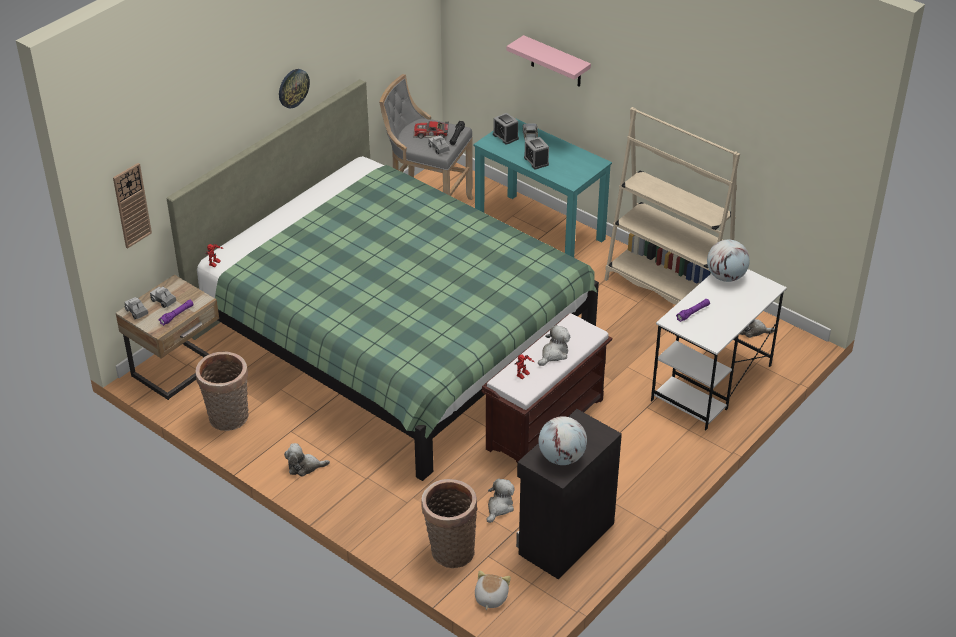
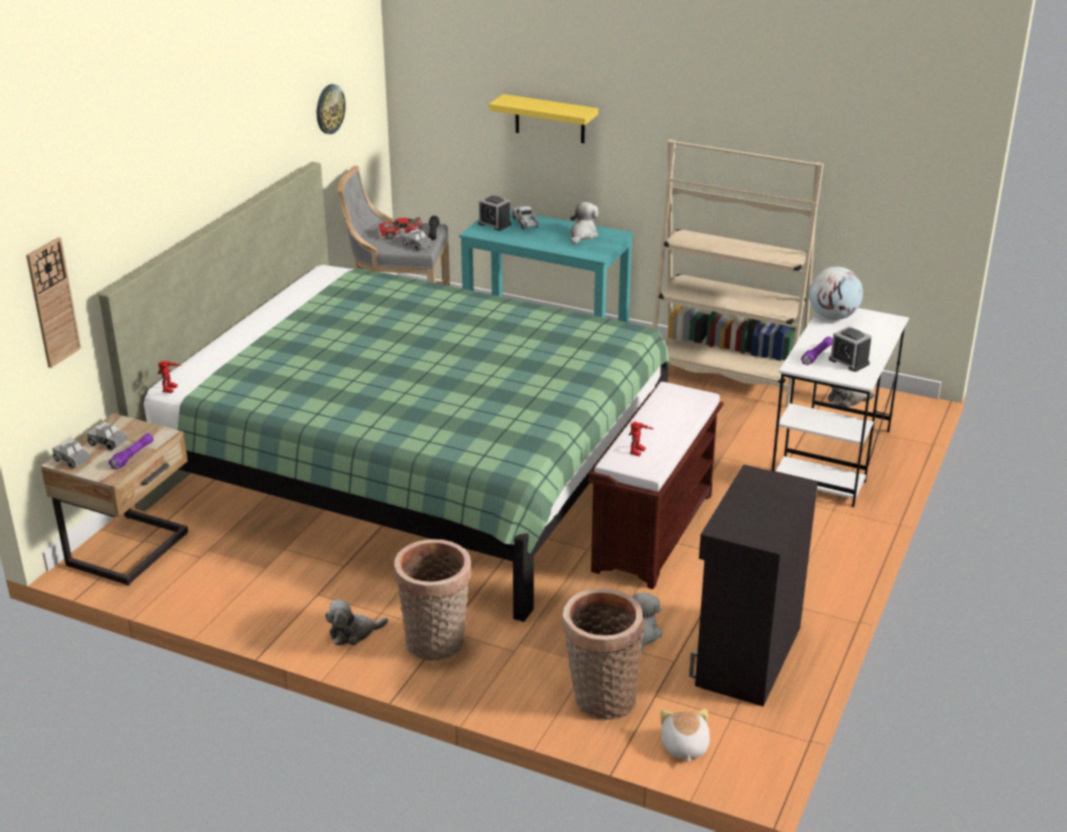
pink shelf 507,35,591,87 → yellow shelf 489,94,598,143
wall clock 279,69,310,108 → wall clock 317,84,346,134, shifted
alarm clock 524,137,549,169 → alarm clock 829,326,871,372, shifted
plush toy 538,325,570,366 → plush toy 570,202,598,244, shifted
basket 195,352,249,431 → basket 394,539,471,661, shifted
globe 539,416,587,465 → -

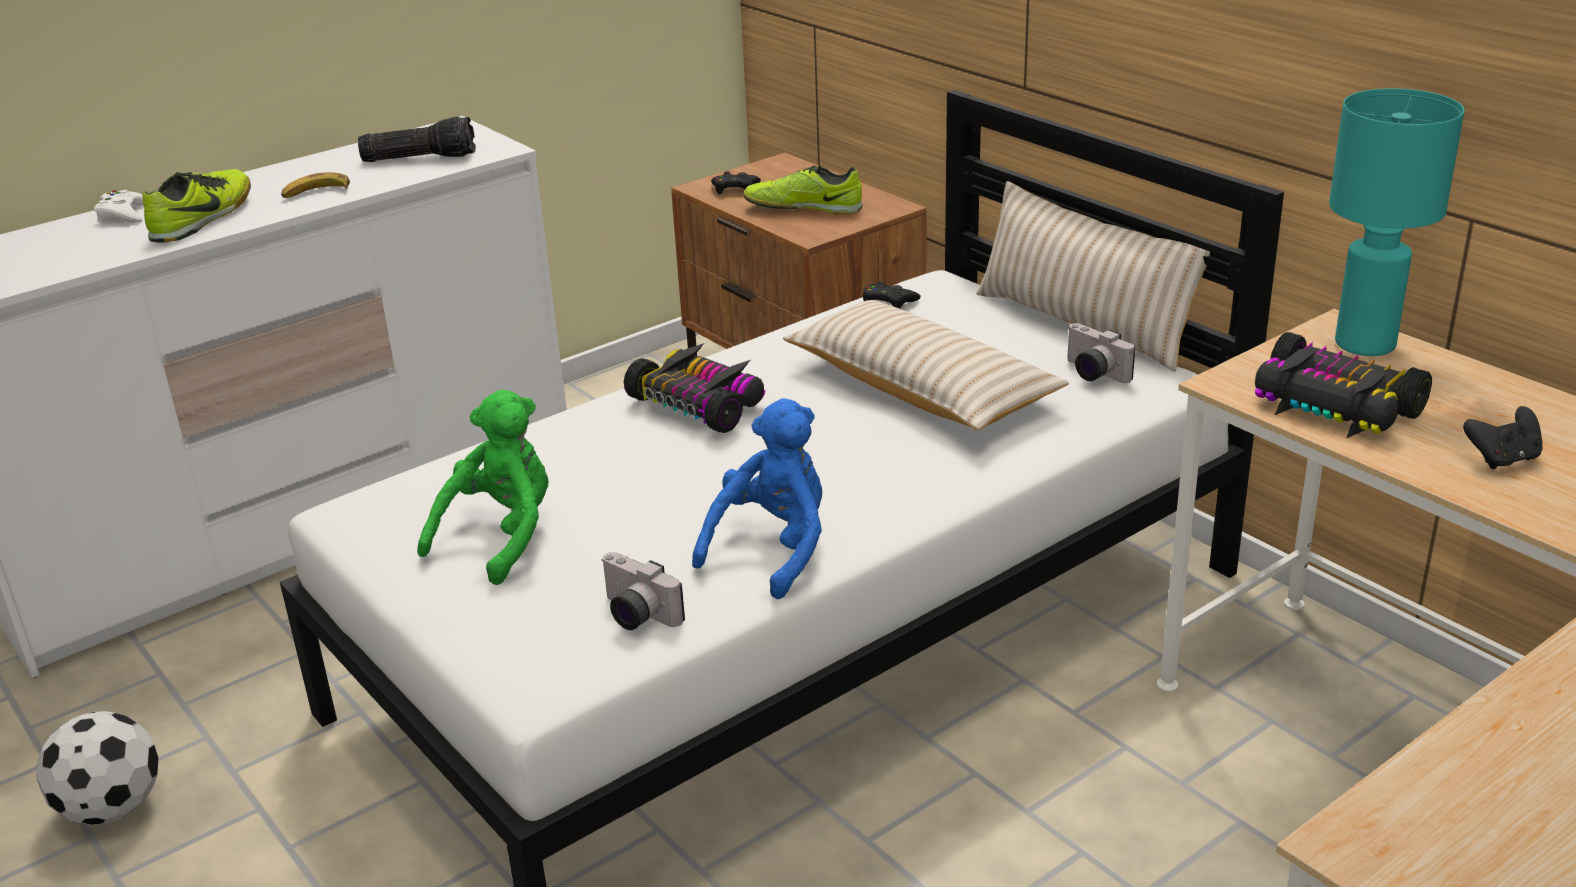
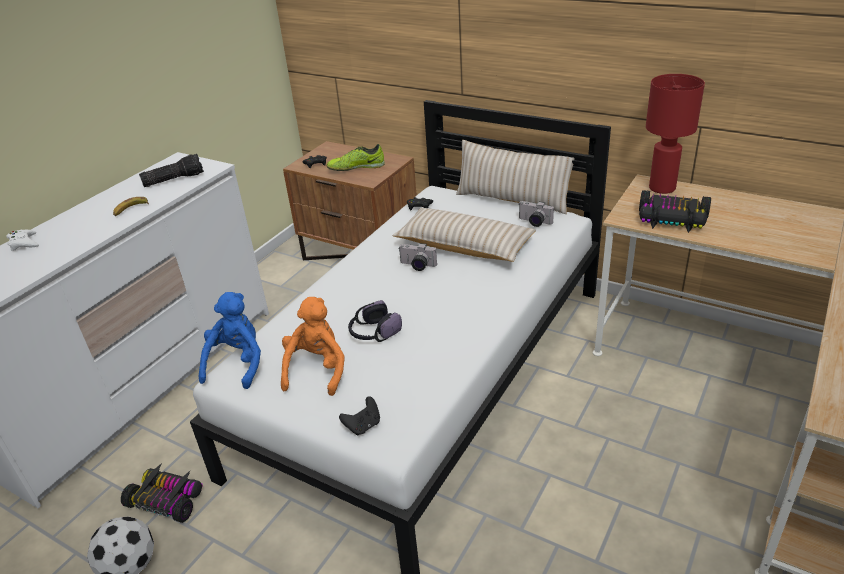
turquoise table lamp 1329,88,1465,356 → red table lamp 646,74,705,194
shoe 142,169,251,243 → -
toy car 624,343,765,433 → toy car 121,463,203,523, shifted
green plush toy 417,389,549,585 → orange plush toy 281,297,345,396
blue plush toy 692,398,822,599 → blue plush toy 199,292,261,389, shifted
black game controller 1463,406,1543,469 → black game controller 339,396,380,436, shifted
photo camera 601,552,685,630 → photo camera 398,243,437,271, shifted
- → headphones 348,300,402,342

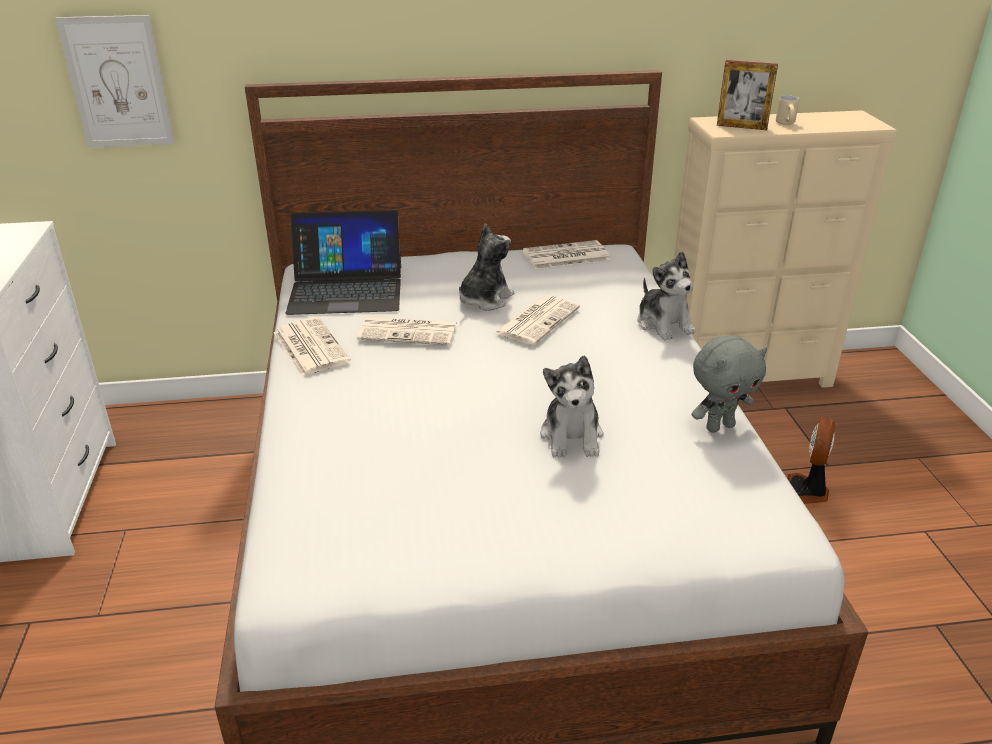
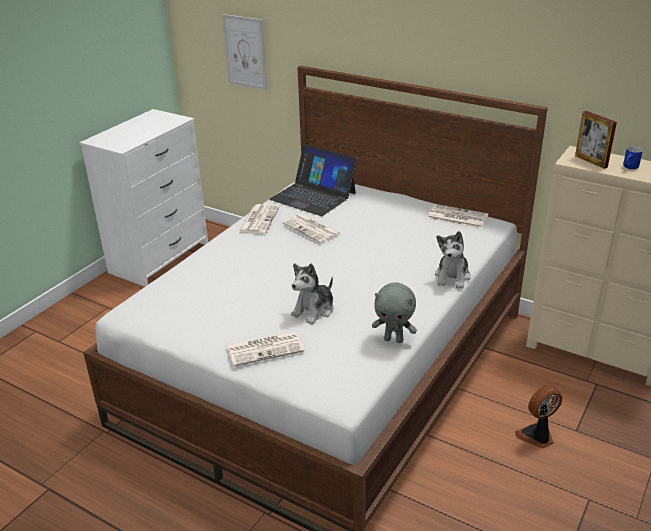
beige mug 776,96,799,125 → blue mug 623,146,643,169
plush toy 459,223,514,311 → -
newspaper 494,295,580,345 → newspaper 227,331,304,366, shifted

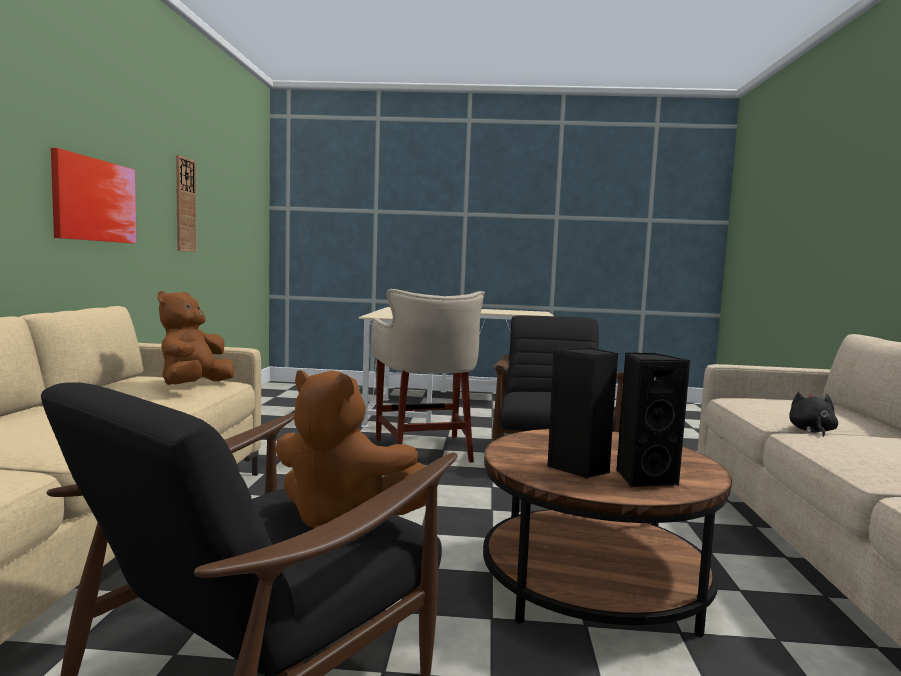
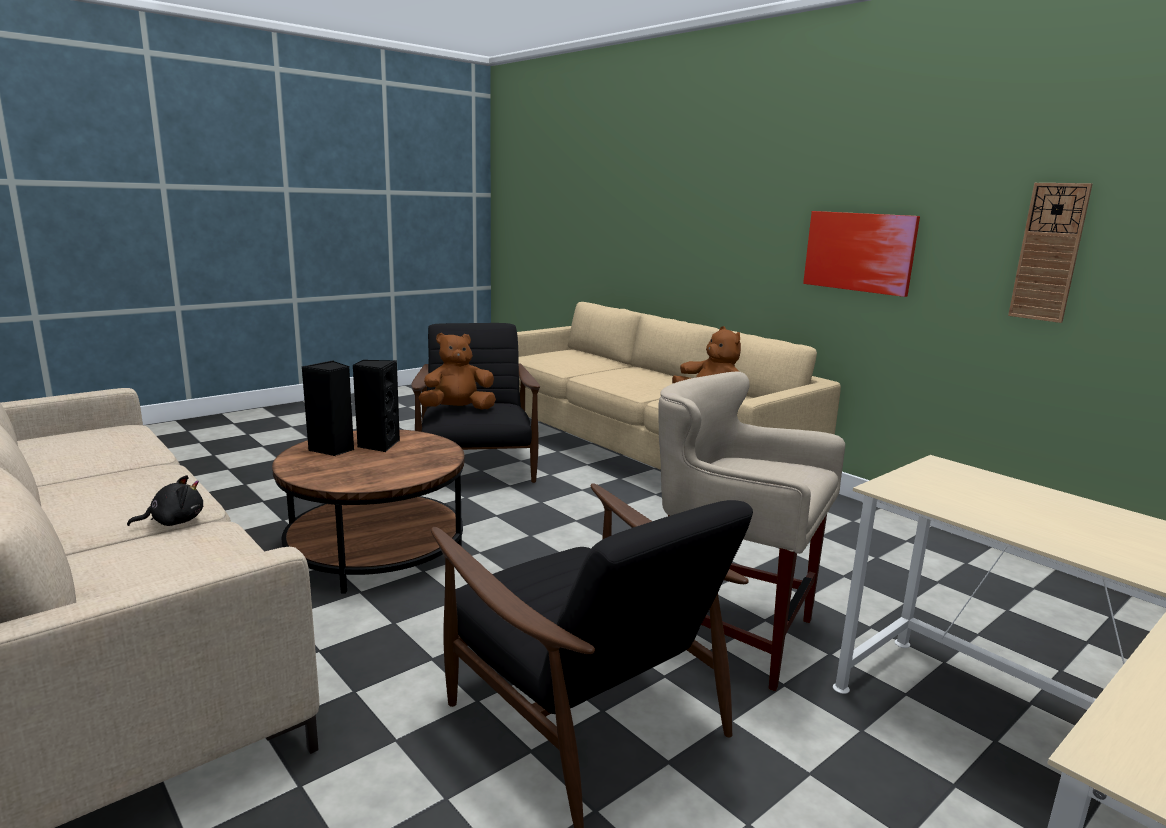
black plush toy 789,392,838,437 → black plush toy 127,475,203,526, 90 degrees counterclockwise

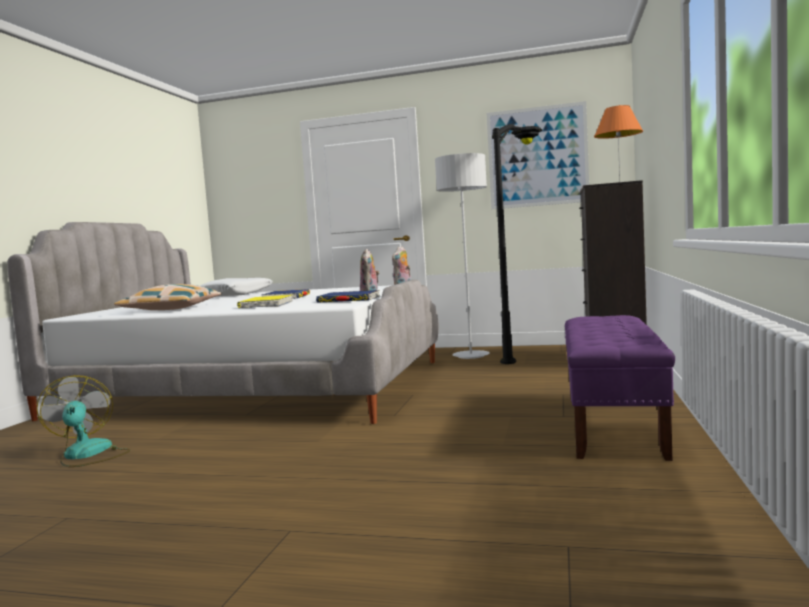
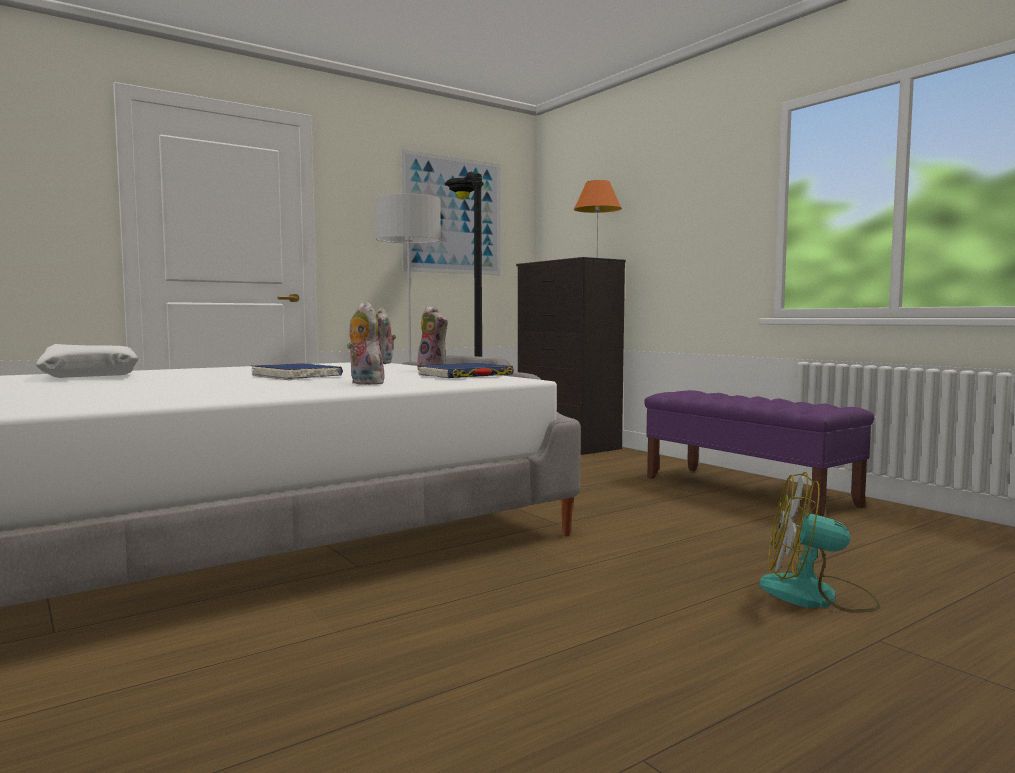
pillow 114,284,221,310 → -
yellow book 237,295,293,308 → plush toy 347,302,385,385
fan 36,375,130,467 → fan 759,472,880,613, shifted

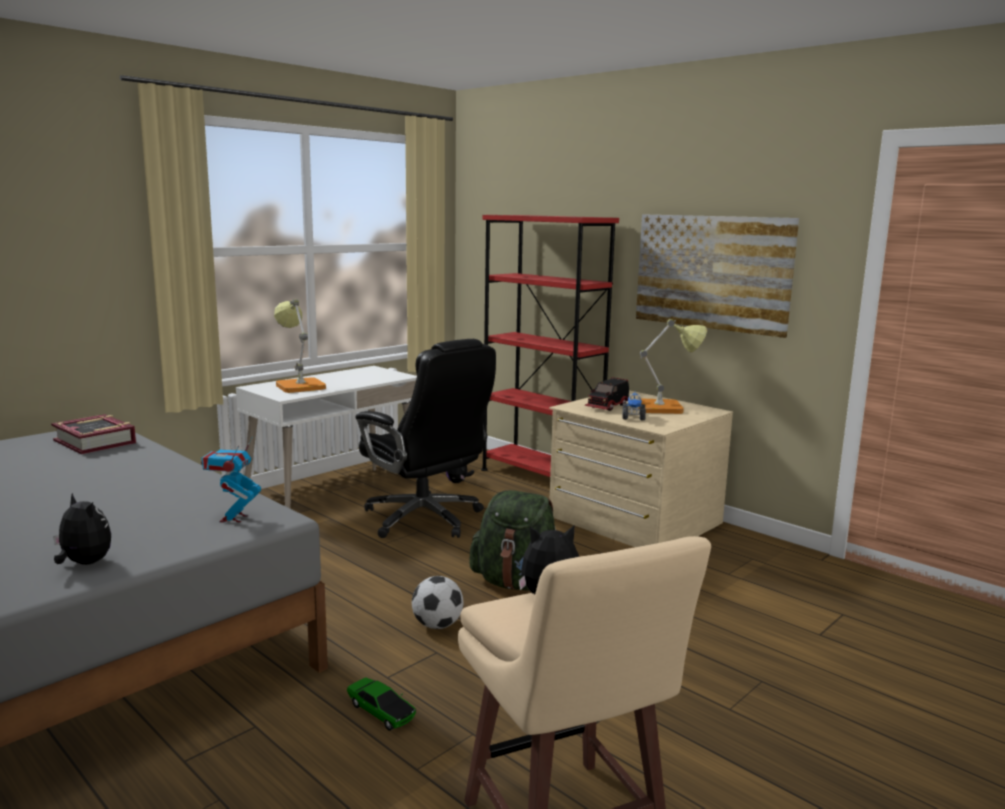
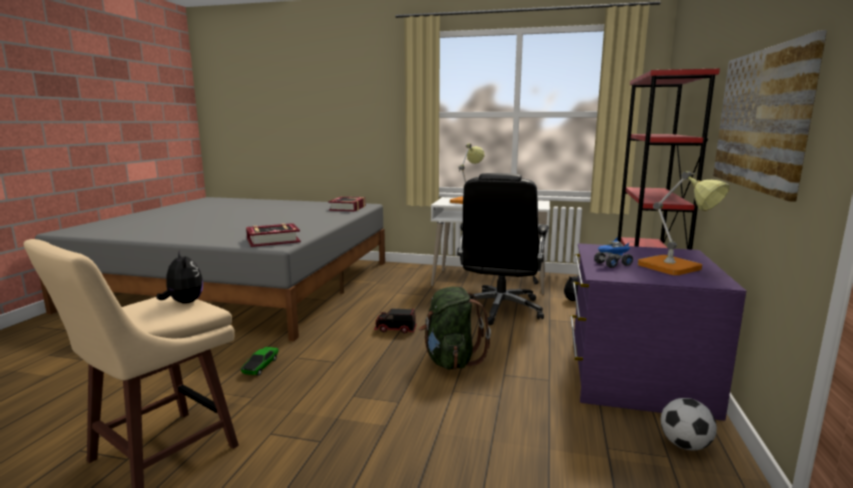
toy truck 584,377,629,411 → toy truck 374,308,417,334, shifted
beige dresser 549,390,733,547 → purple dresser 570,243,747,421
toy robot 201,436,261,523 → book 246,223,301,247
plush toy 53,493,111,565 → -
football 412,576,463,629 → football 661,398,717,451, shifted

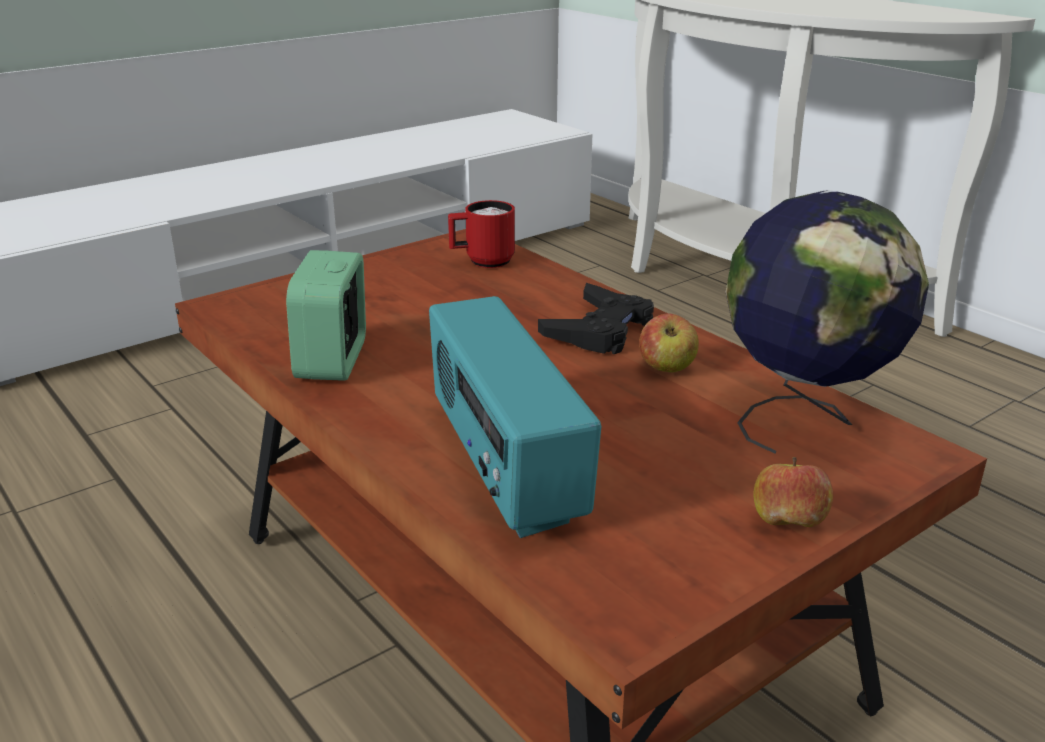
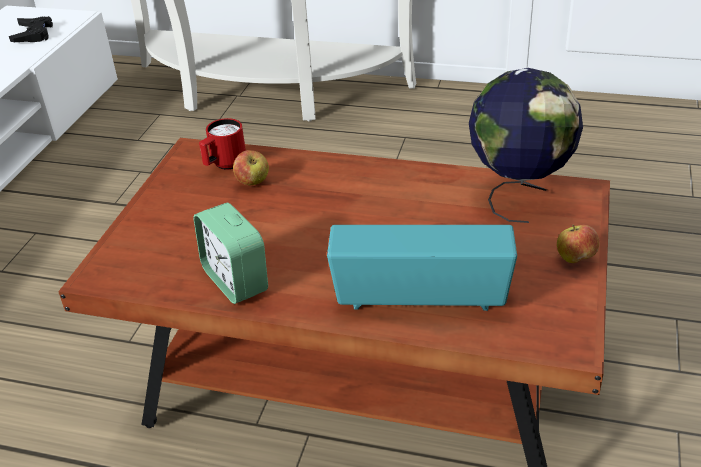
black game controller 538,283,654,354 → black game controller 9,16,53,42, shifted
radio 429,296,601,538 → radio 327,225,517,311, 150 degrees clockwise
apple 639,313,699,372 → apple 233,150,269,185, shifted

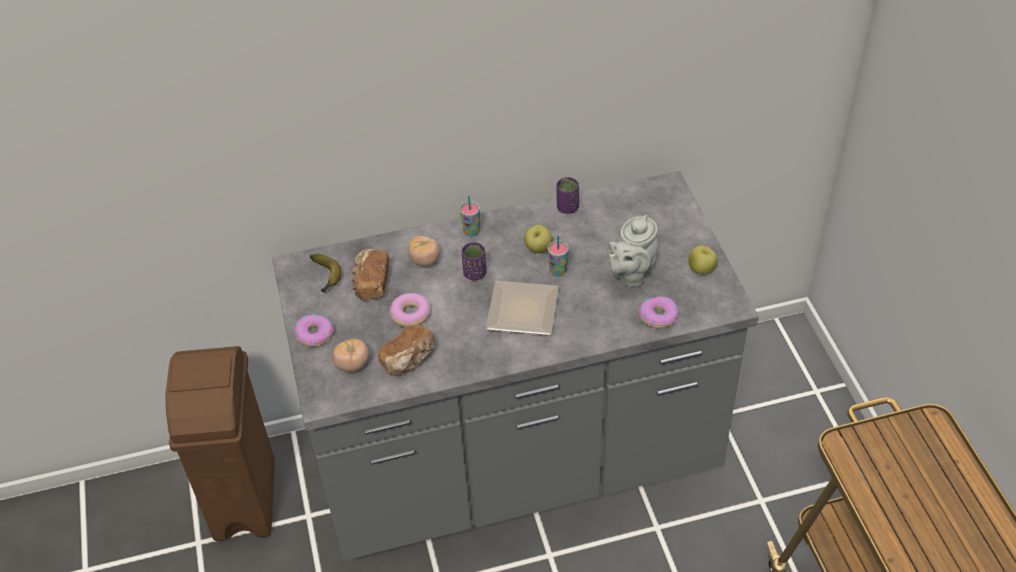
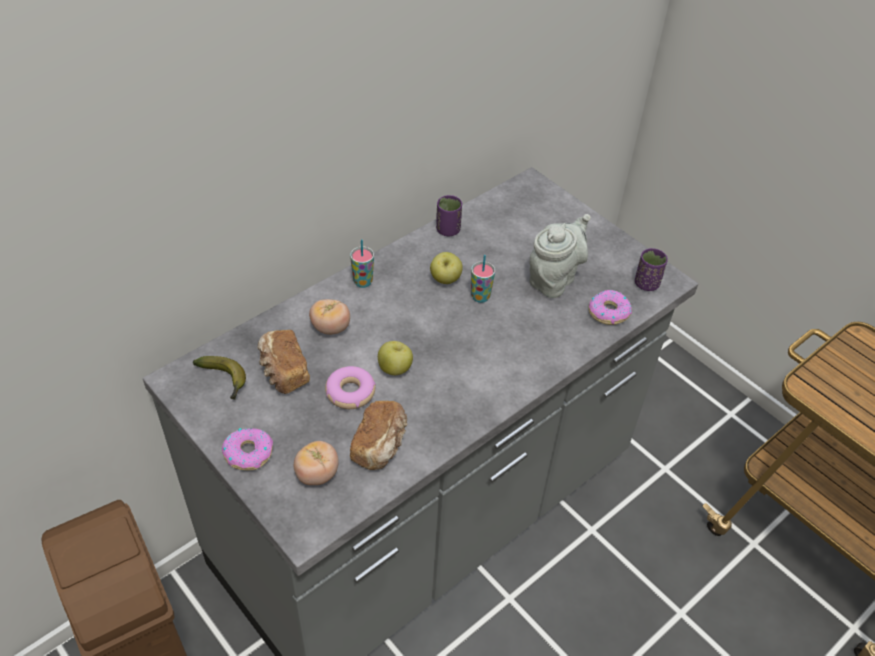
grey teapot 607,215,658,288 → grey teapot 529,214,591,298, 150 degrees counterclockwise
purple cup 462,242,486,280 → purple cup 635,248,668,291, shifted
apple 688,245,718,274 → apple 378,341,413,375, shifted
plate 486,281,559,335 → -

